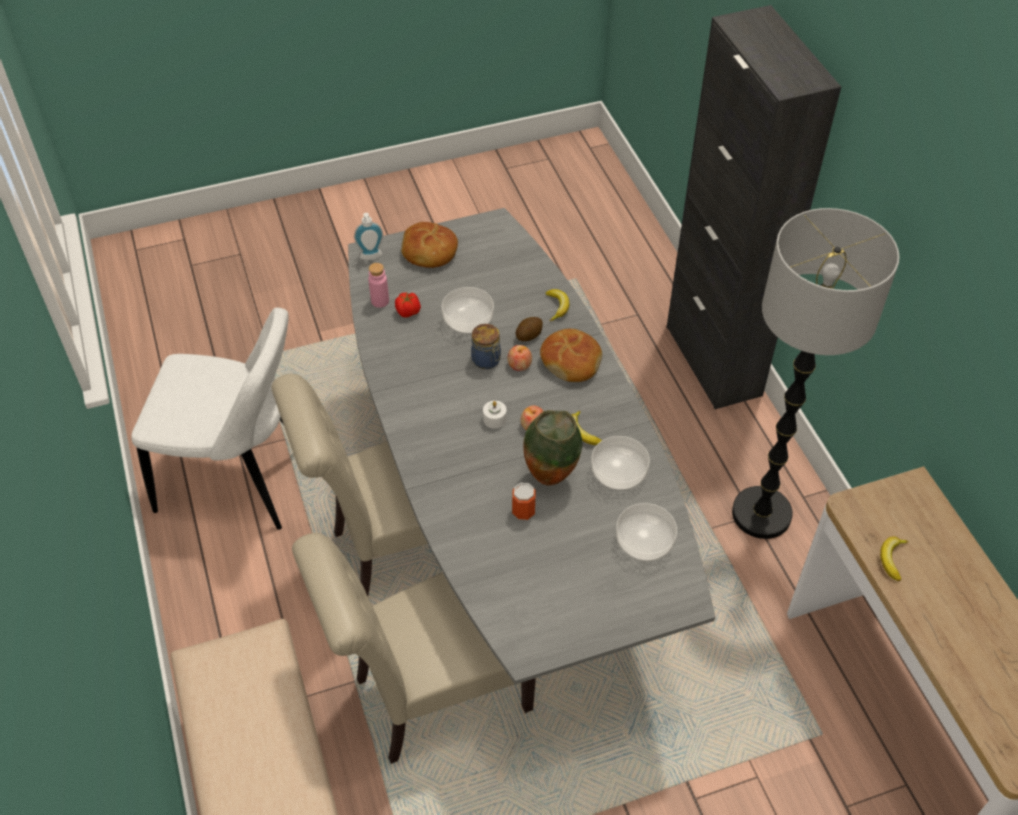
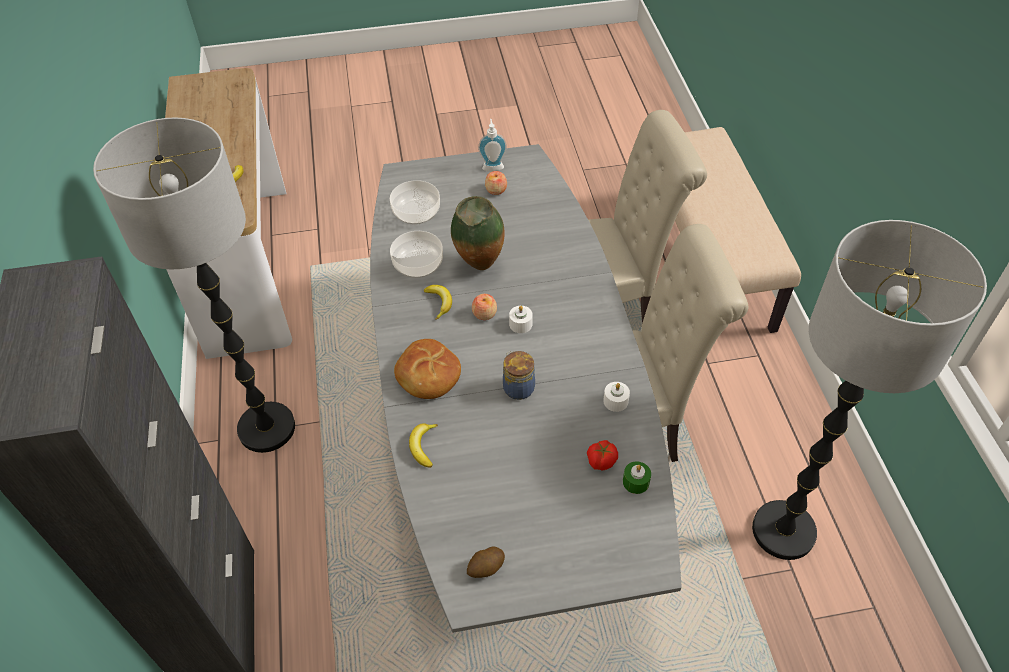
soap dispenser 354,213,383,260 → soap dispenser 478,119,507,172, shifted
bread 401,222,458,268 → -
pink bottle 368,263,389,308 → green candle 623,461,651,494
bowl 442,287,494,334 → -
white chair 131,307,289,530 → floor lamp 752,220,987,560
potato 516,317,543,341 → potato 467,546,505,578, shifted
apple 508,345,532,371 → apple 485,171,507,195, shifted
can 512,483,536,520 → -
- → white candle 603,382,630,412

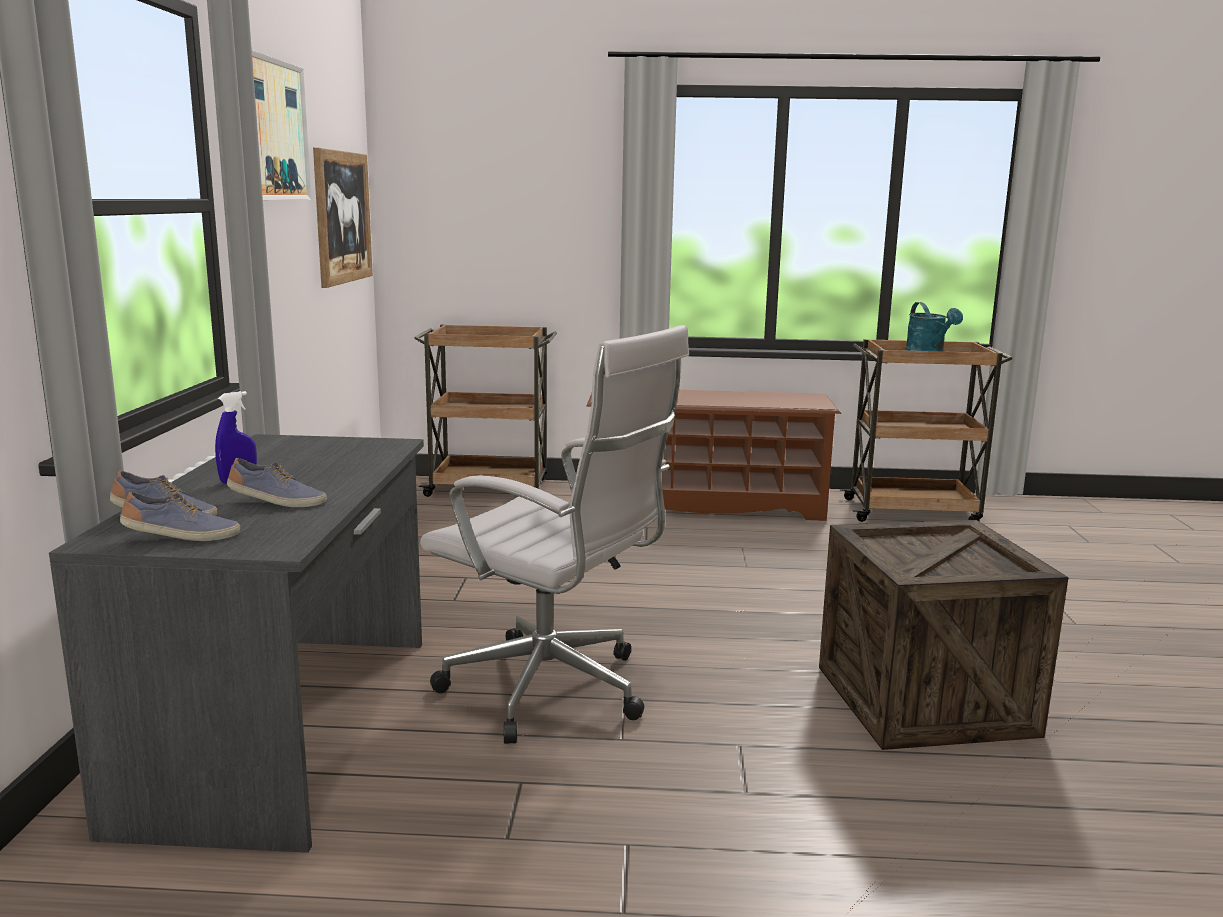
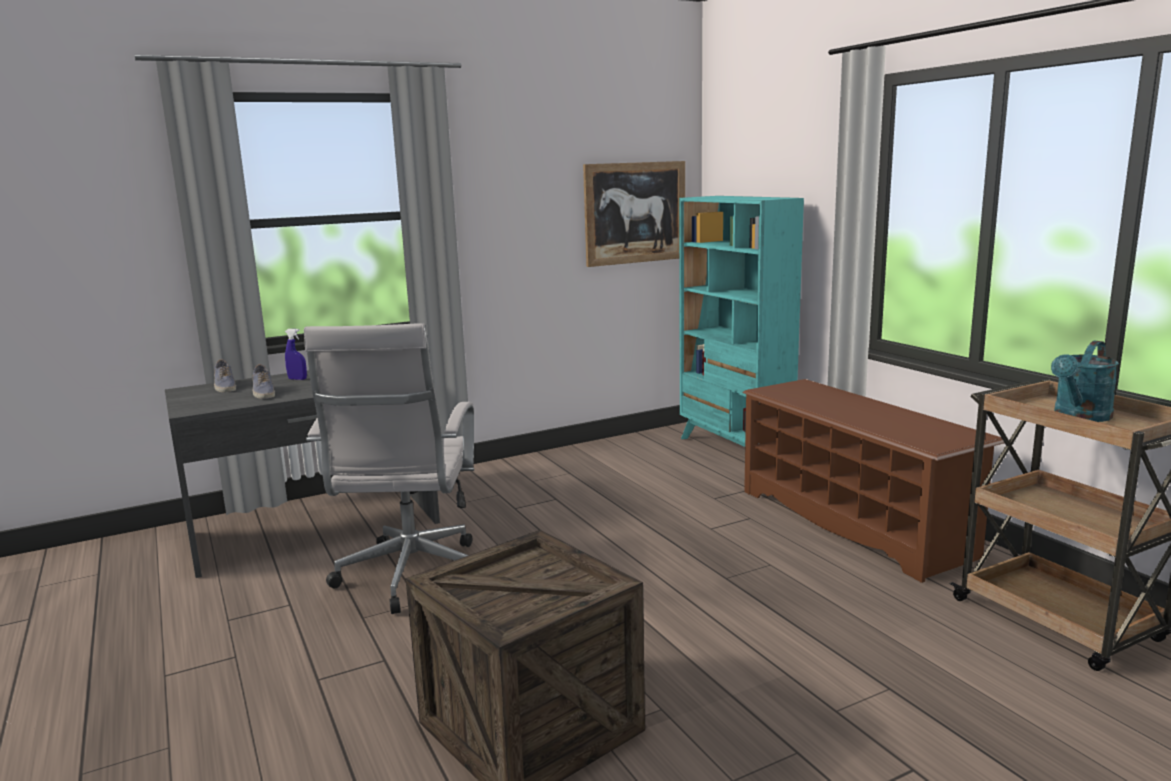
picture 252,50,311,200 → -
brown cart 414,324,557,497 → turquoise bookcase 679,196,804,447
shoe 120,491,240,541 → -

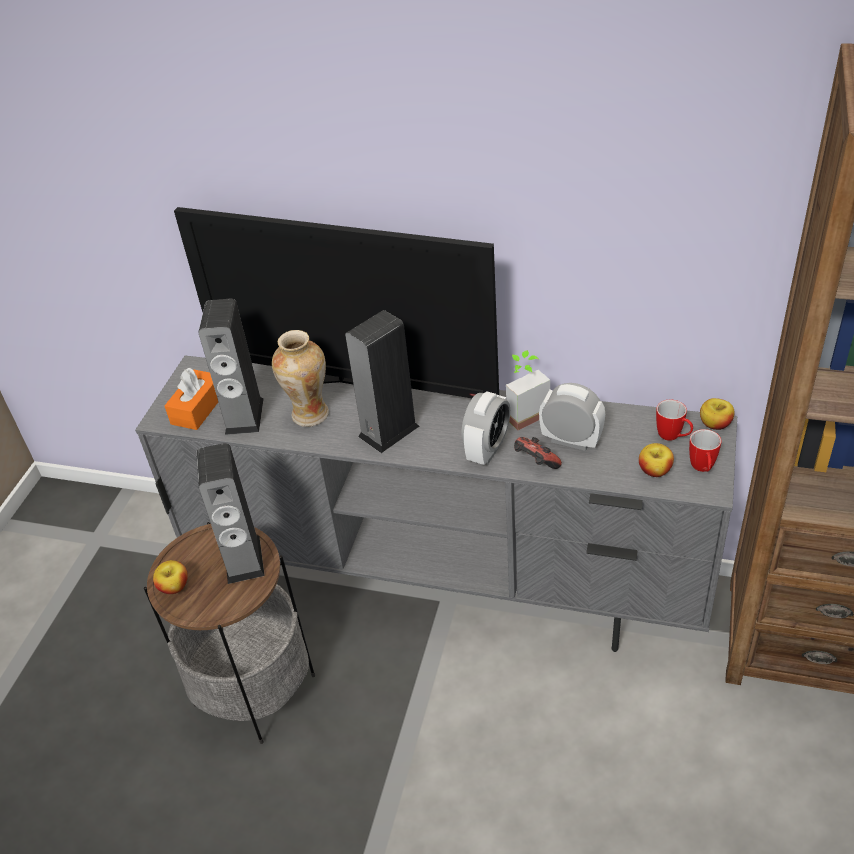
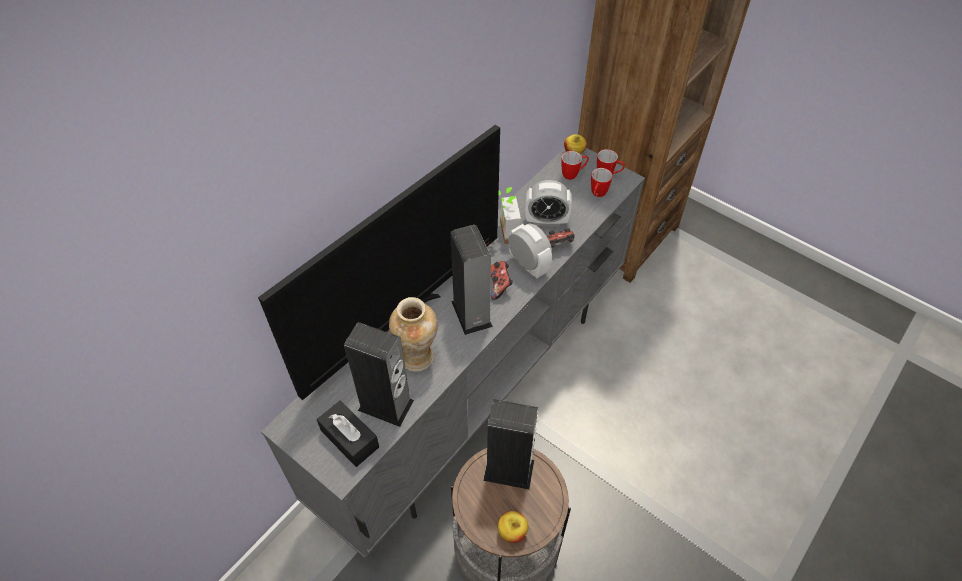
orange tissue box 164,368,218,430 → black tissue box 317,401,379,467
alarm clock 539,383,605,451 → alarm clock 525,180,572,227, 135 degrees counterclockwise
apple 639,443,674,477 → mug 591,168,613,197
- → game controller 491,261,513,300

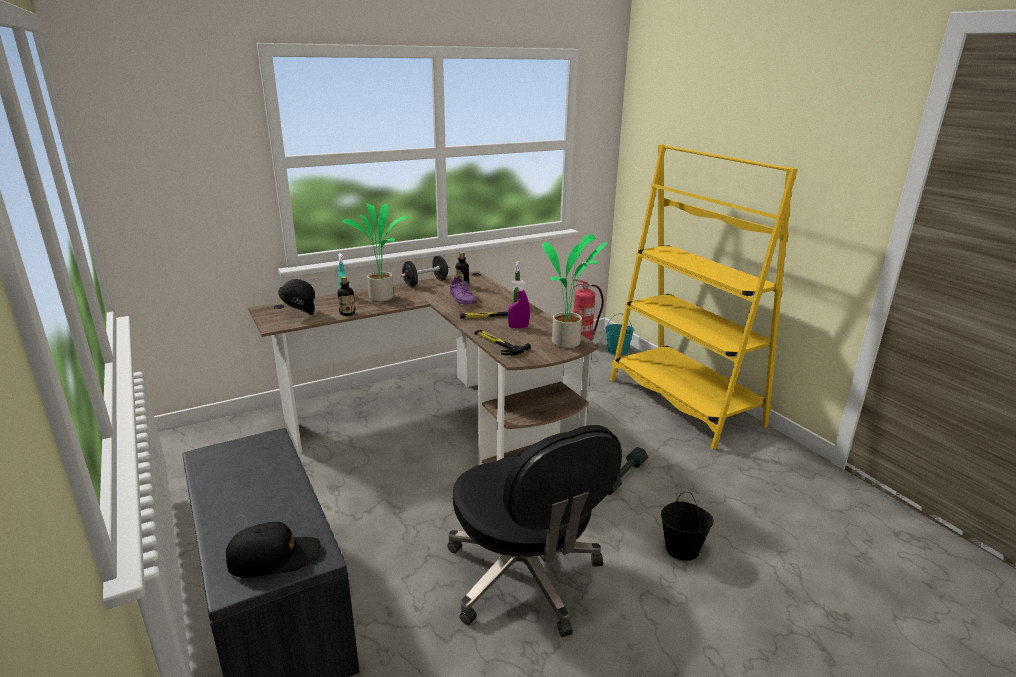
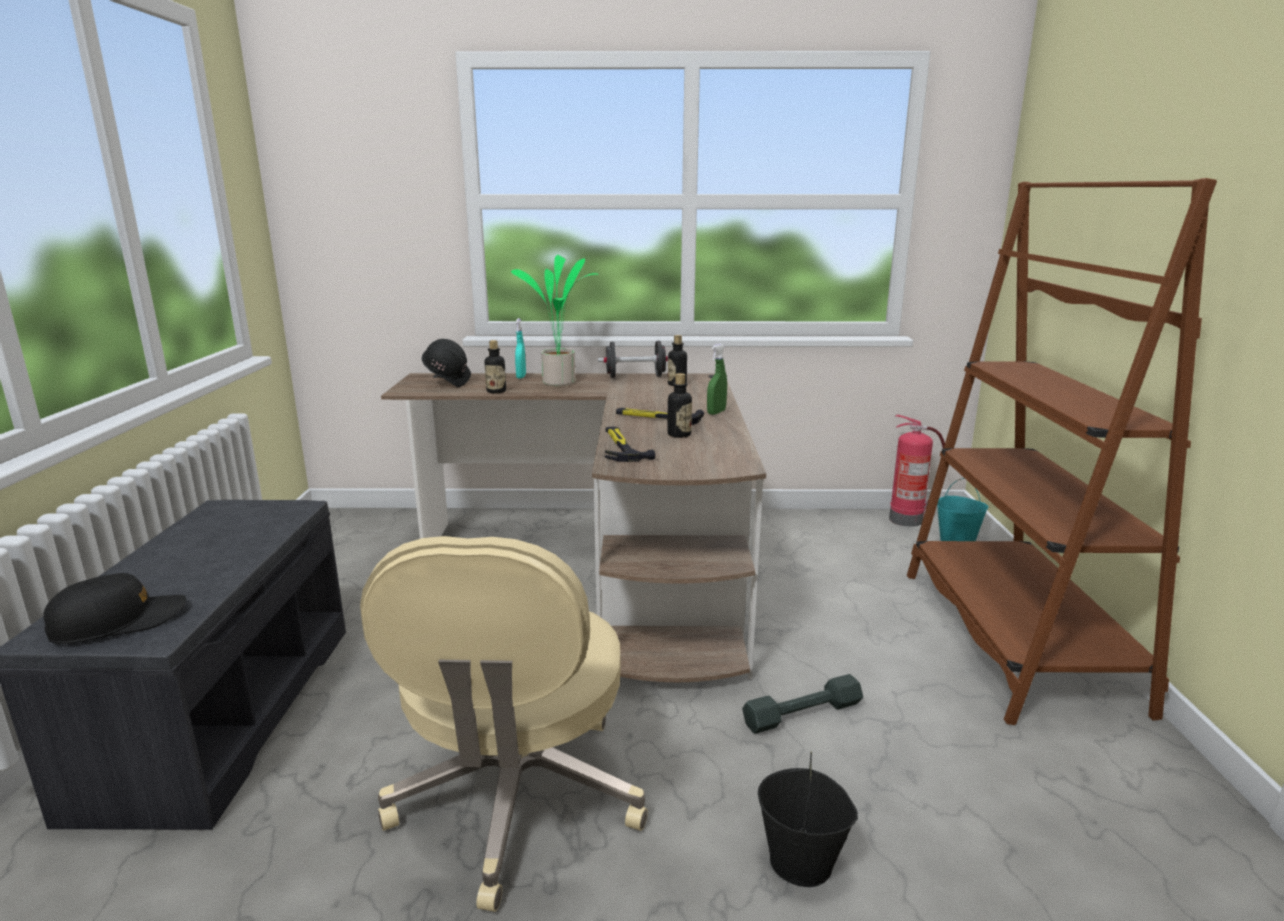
yellow bookcase 610,144,798,450 → brown bookcase 907,178,1217,725
potted plant 542,234,609,348 → -
purple shoe 450,276,477,304 → -
purple spray bottle 508,281,530,328 → bottle 667,373,692,438
black office chair 447,425,622,637 → beige office chair 360,536,648,912
black cap 226,522,320,578 → black cap 43,573,186,644, 45 degrees counterclockwise

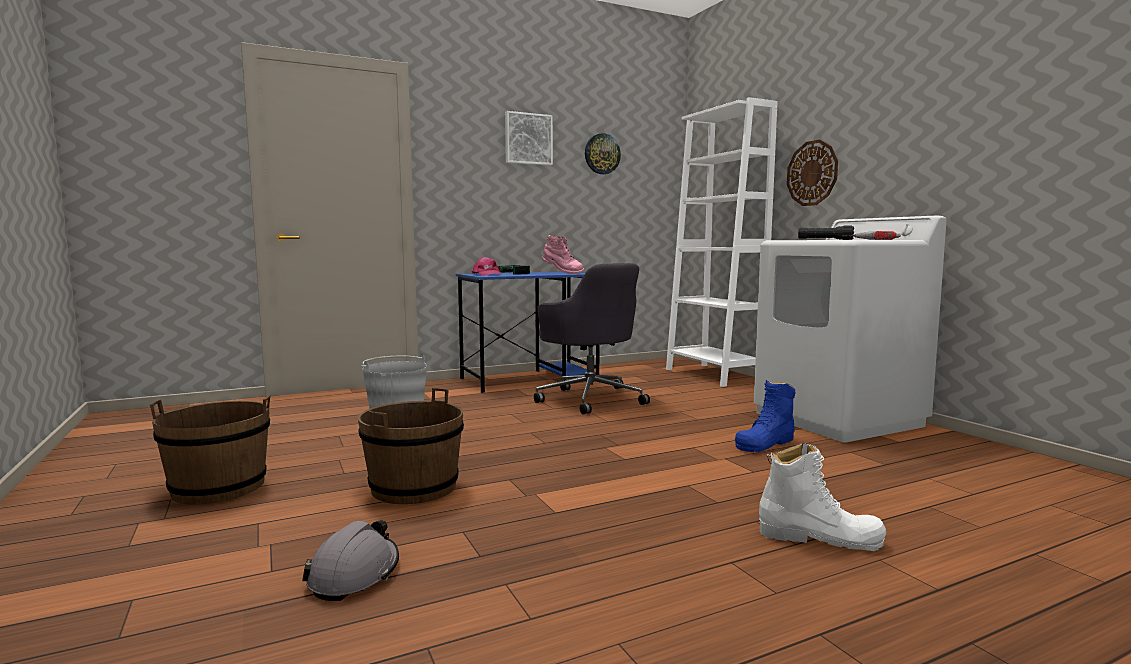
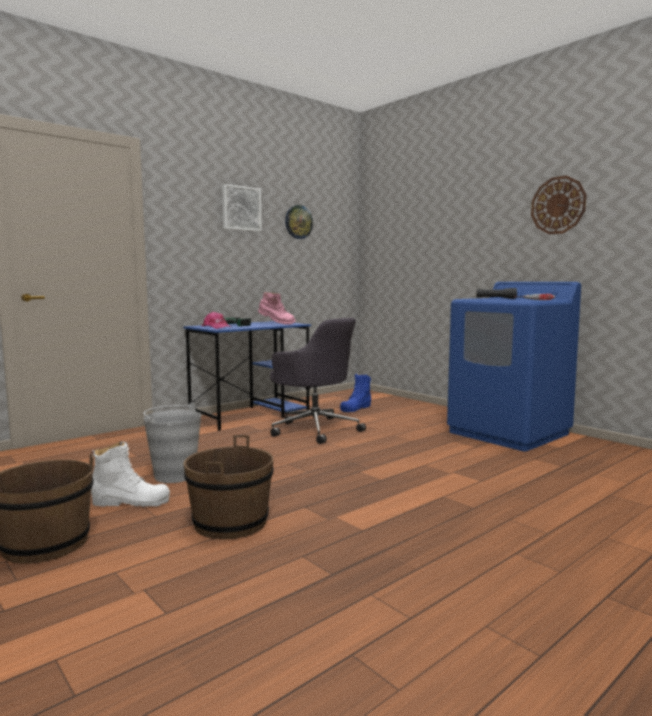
white bookcase 666,97,778,387 → -
wall clock 787,139,838,206 → wall clock 531,176,587,234, shifted
white washing machine 754,216,947,443 → blue washing machine 447,282,581,452
blue boot 735,380,795,452 → blue boot 340,373,371,412, shifted
white boot 759,443,886,551 → white boot 91,441,170,507, shifted
grey hard hat 302,520,399,601 → -

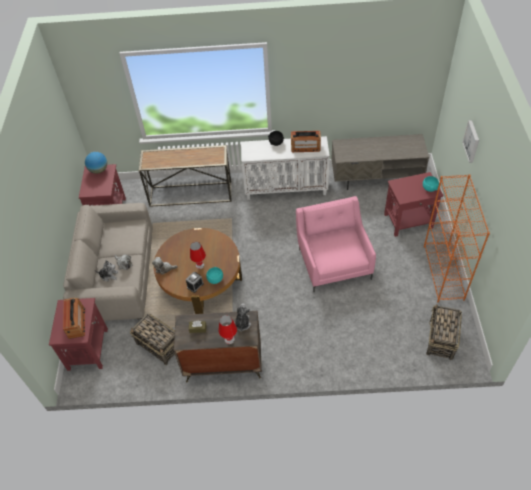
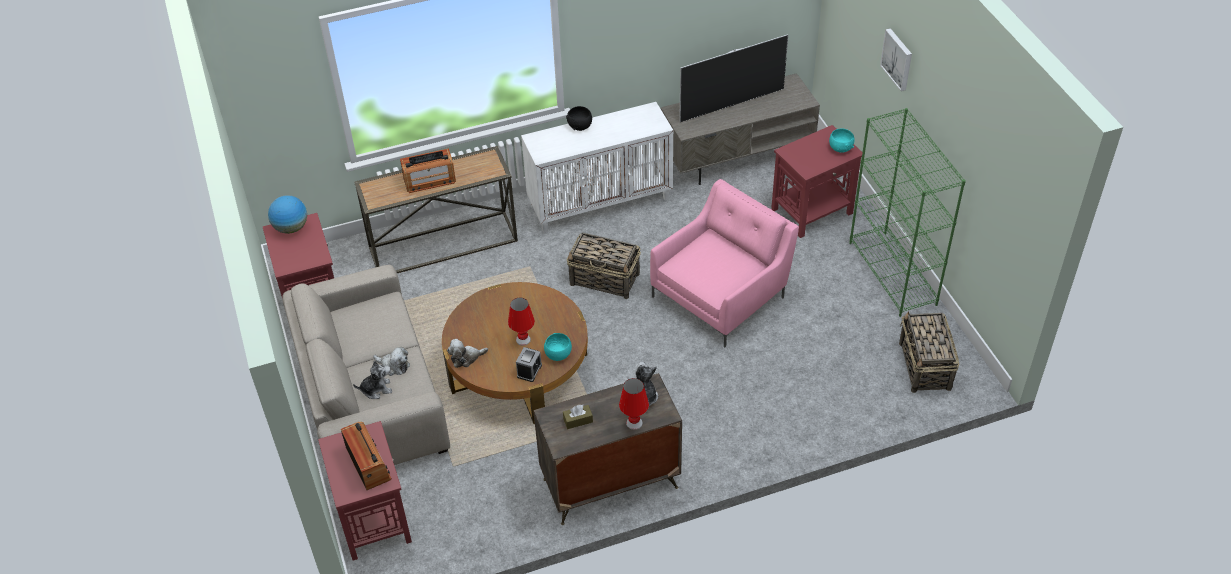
radio 291,131,321,152 → radio 400,148,456,193, shifted
orange bookcase 424,174,490,302 → green bookcase 849,108,966,317
pink armchair 296,196,376,293 → pink armchair 650,179,799,347, 75 degrees clockwise
basket 130,313,175,365 → basket 566,233,641,299, shifted
- → television 679,34,788,122

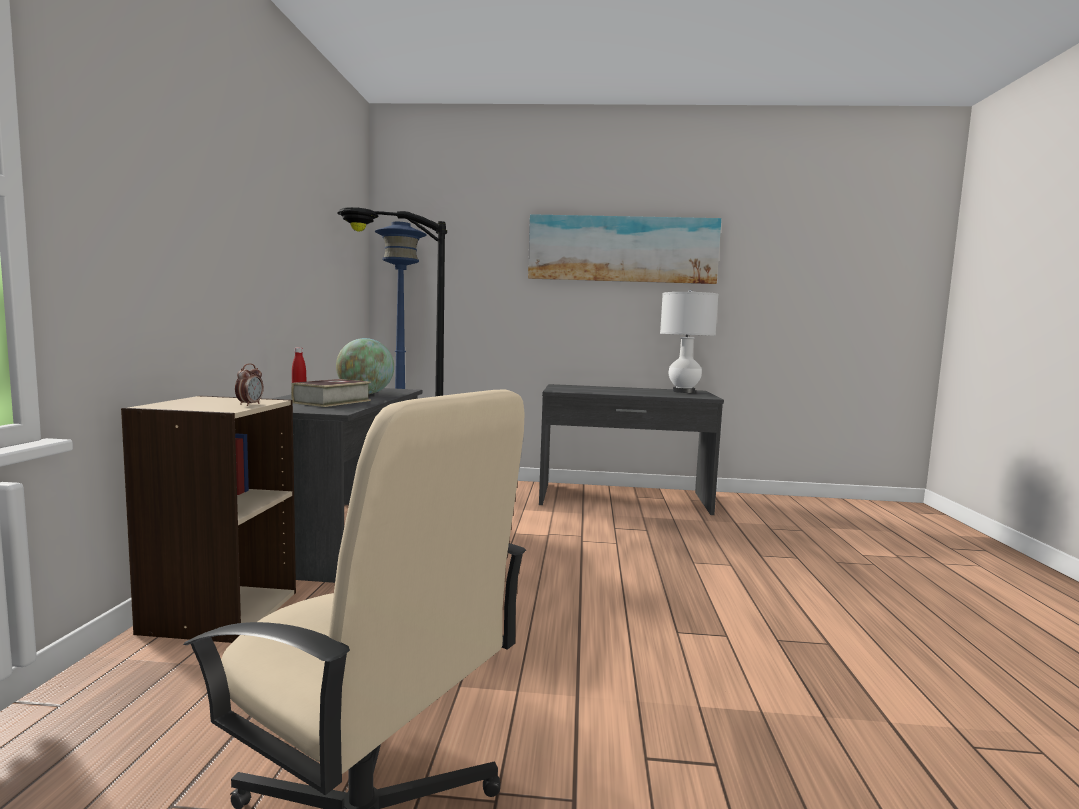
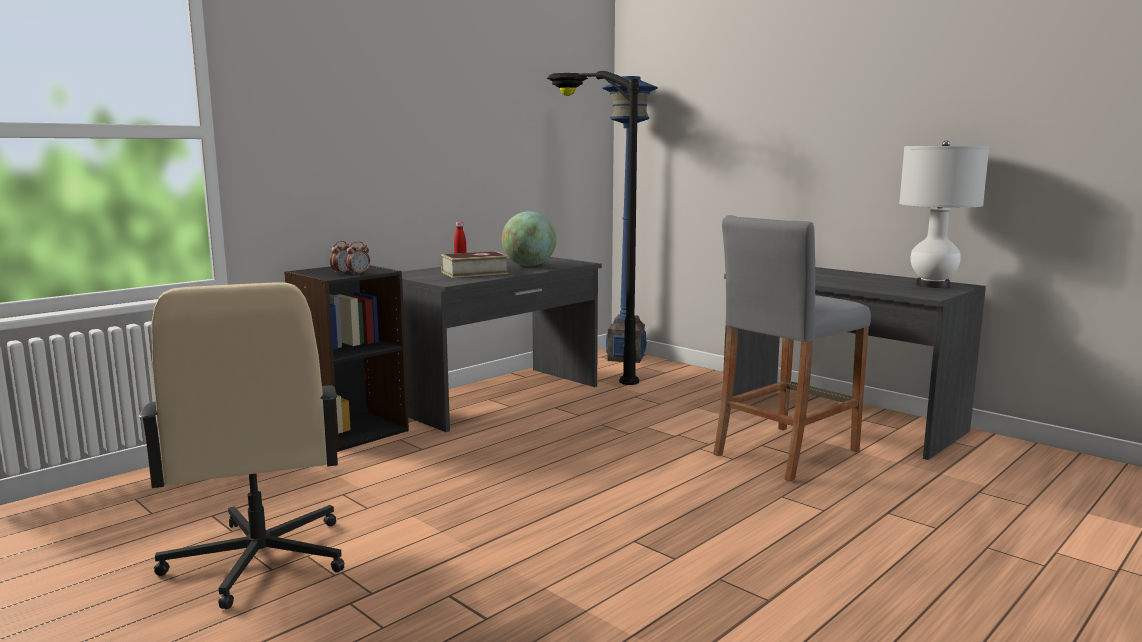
picture 528,214,721,284 → -
beige bookcase 121,395,296,643 → black bookcase 284,265,409,452
- → grey stool 713,215,871,482
- → alarm clock 330,241,350,274

